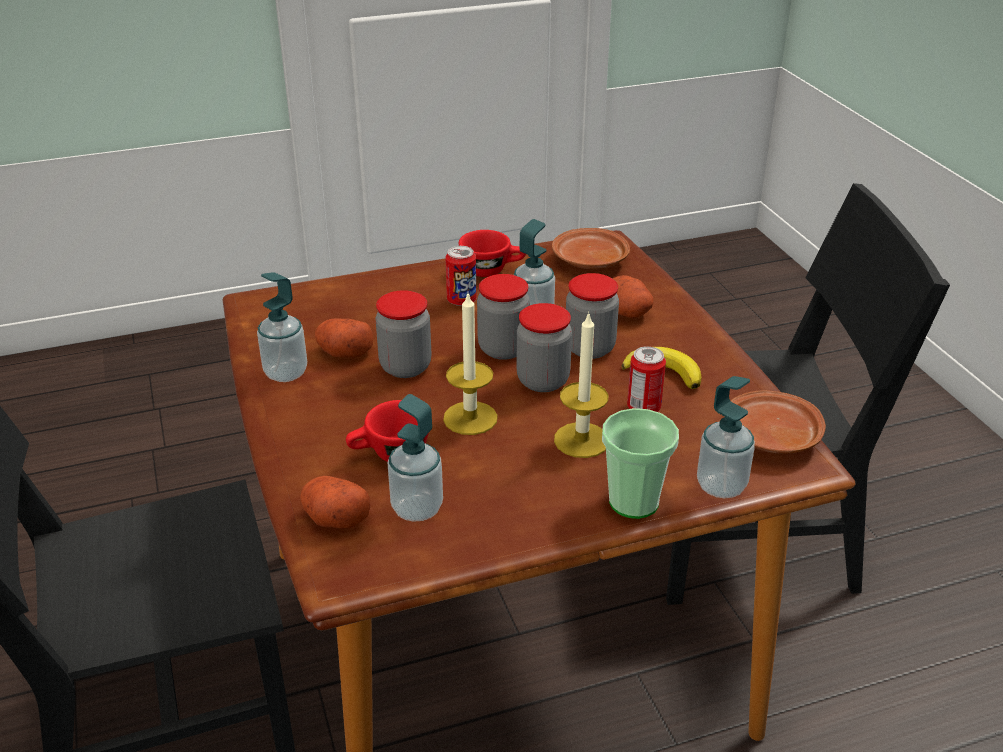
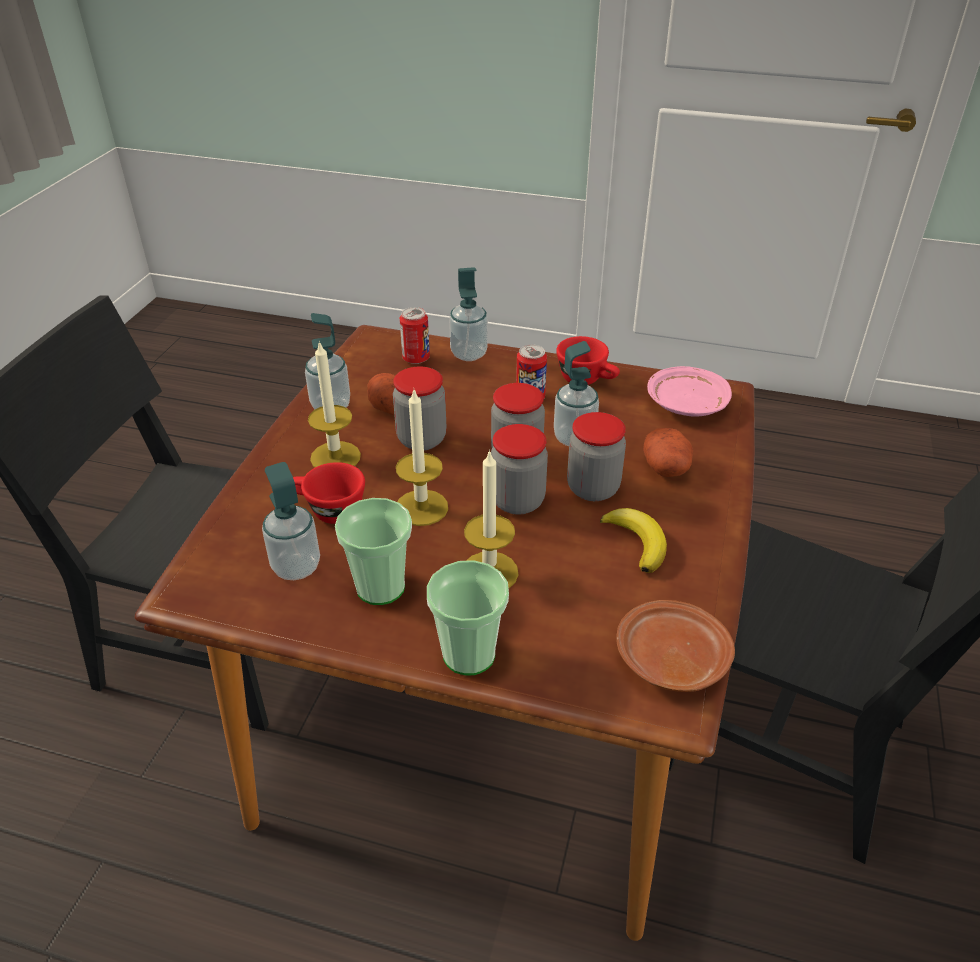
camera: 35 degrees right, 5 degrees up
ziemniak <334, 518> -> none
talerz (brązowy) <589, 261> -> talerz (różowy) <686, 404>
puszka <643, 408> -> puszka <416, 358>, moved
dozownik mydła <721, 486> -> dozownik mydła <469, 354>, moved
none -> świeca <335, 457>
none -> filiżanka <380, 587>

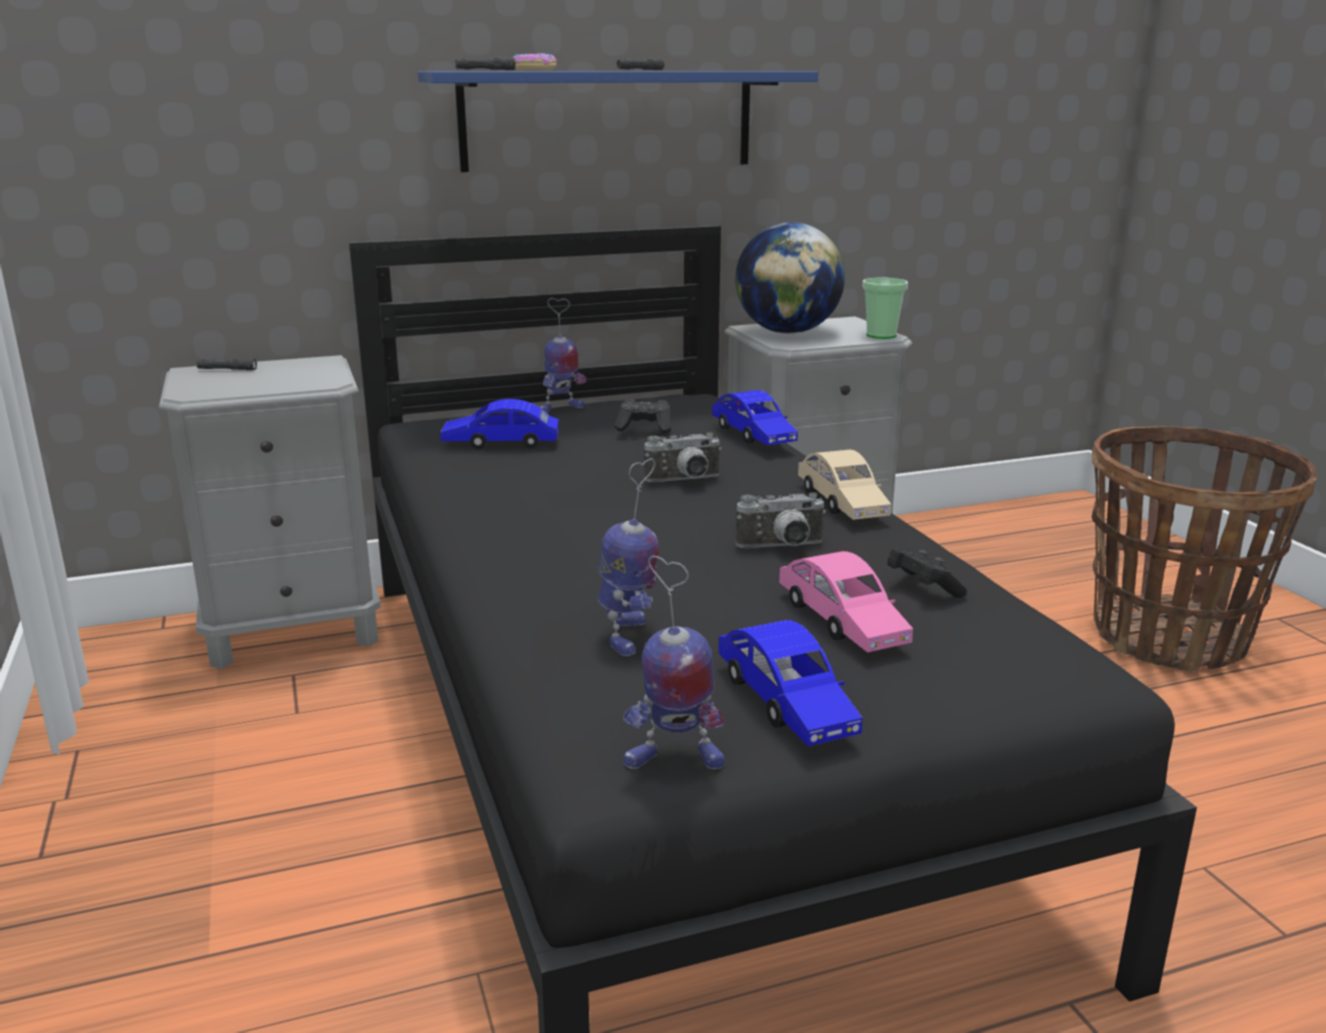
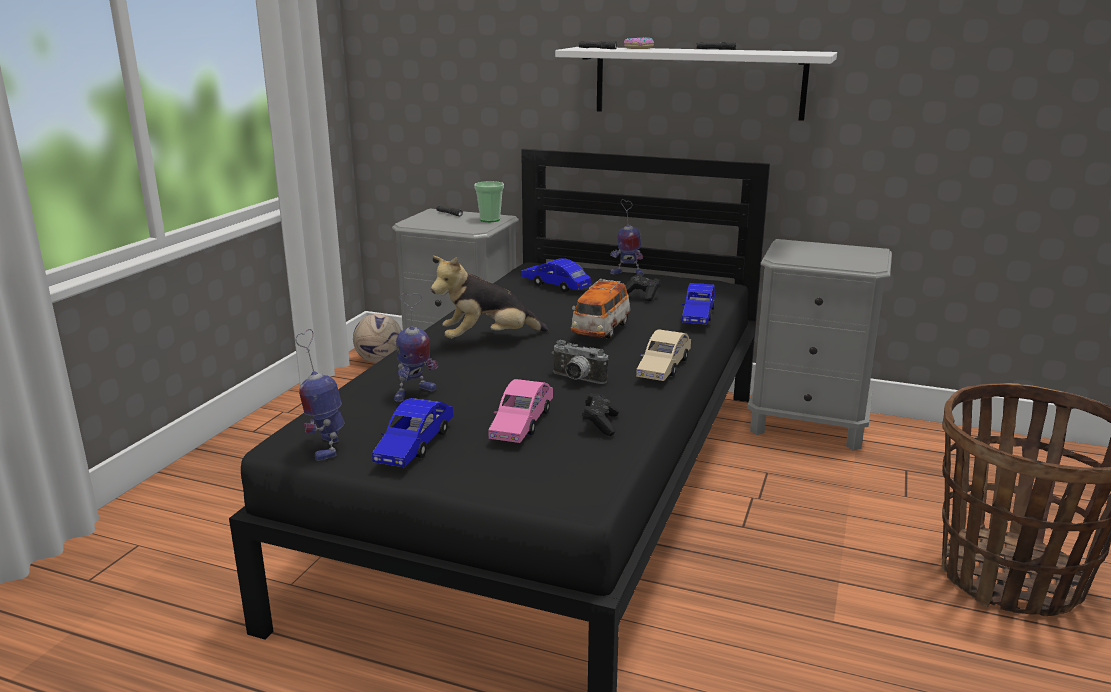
camera: 40 degrees right, 0 degrees up
półka (niebieski) <608, 120> -> półka (biały) <698, 82>
robot zabawkowy <673, 760> -> robot zabawkowy <326, 447>, 45 degrees clockwise
aparat fotograficzny <685, 481> -> samochodzik <600, 330>
globus <787, 332> -> none
filiżanka <881, 335> -> filiżanka <490, 220>, moved
none -> piłka futbolowa <379, 360>
none -> pluszak <487, 340>

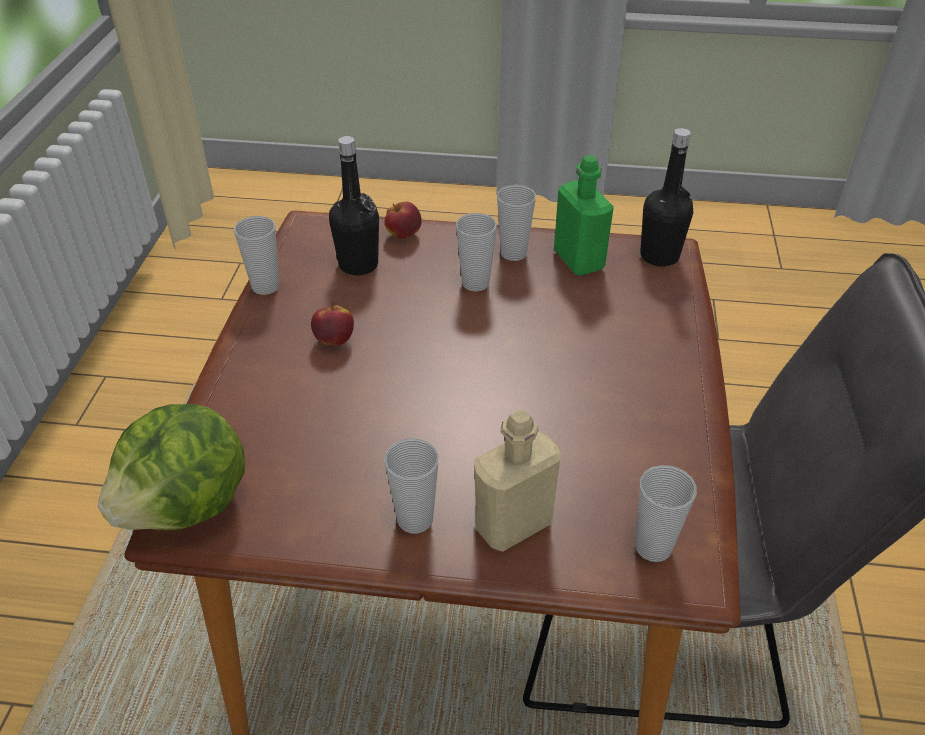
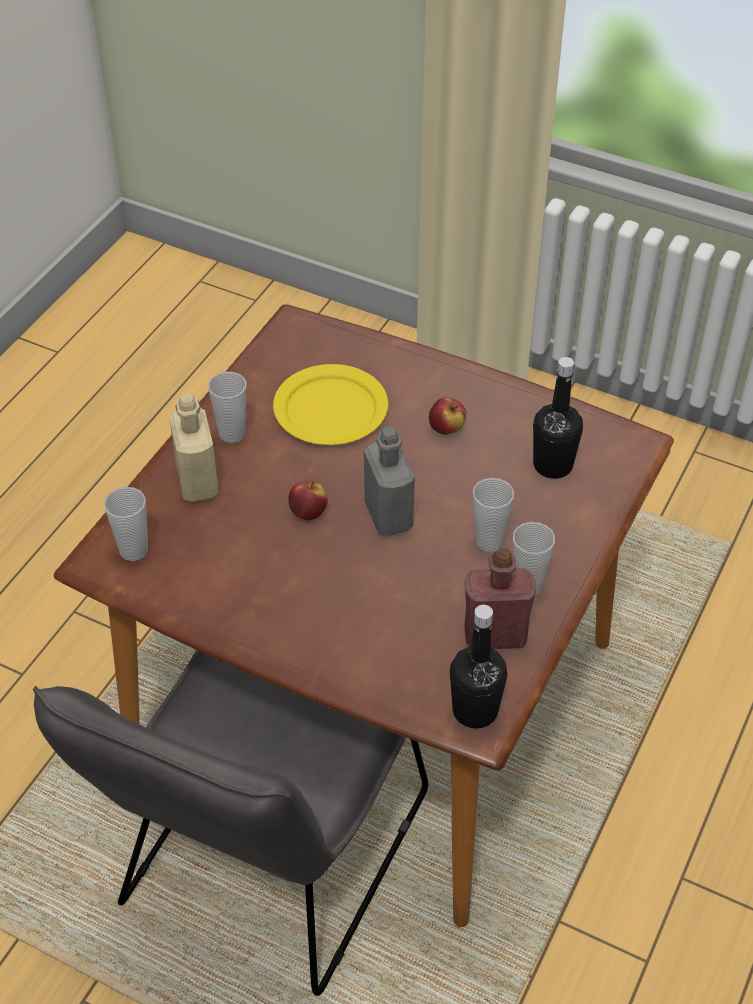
camera: 110 degrees right, 5 degrees up
sałata <188, 506> -> none
filiżanka <265, 286> -> none
jabłko <403, 234> -> jabłko <308, 513>, moved
butelka (zielony) <578, 260> -> butelka (czerwony) <495, 636>
none -> talerz (żółty) <331, 409>
none -> butelka (szary) <388, 516>

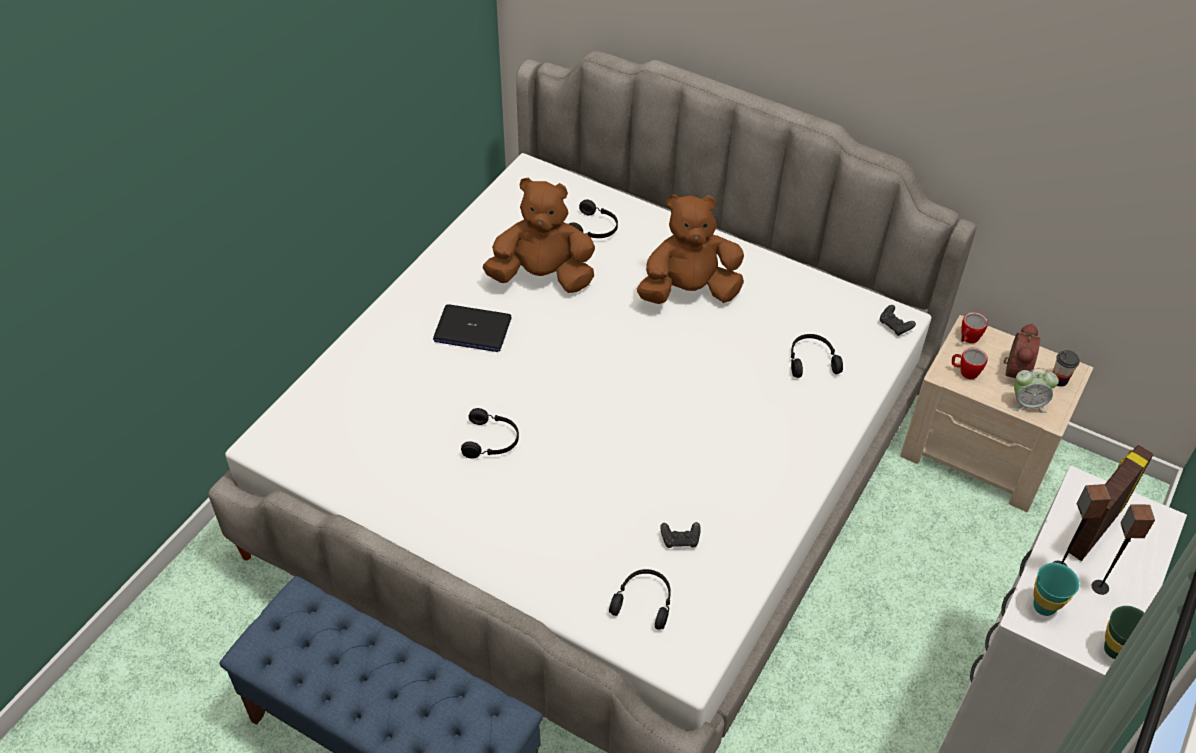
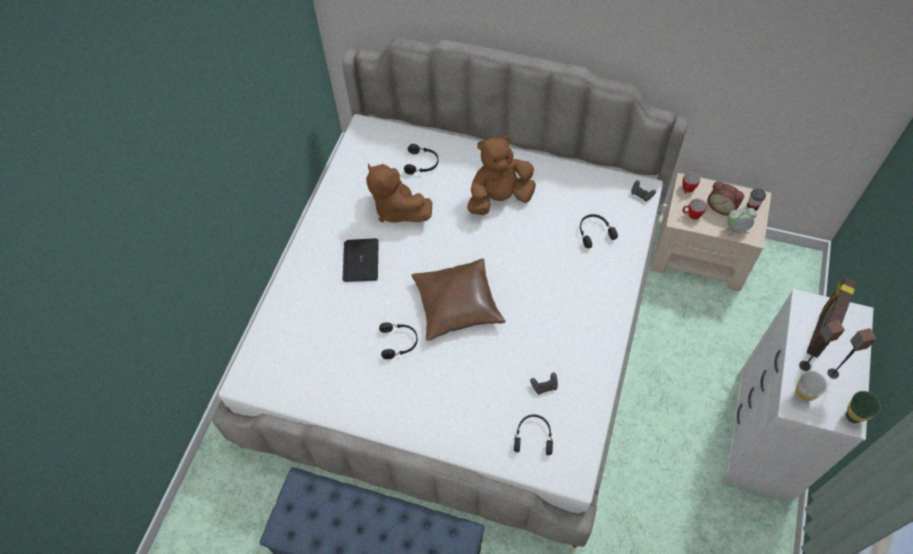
camera: 10 degrees left, 10 degrees up
laptop <472, 330> -> laptop <361, 260>, 90 degrees clockwise
pluszak (brązowy) <542, 277> -> pluszak (brązowy) <397, 209>, 120 degrees counterclockwise
budzik <1013, 371> -> budzik <722, 207>, 120 degrees clockwise
filiżanka (turkusowy) <1044, 606> -> filiżanka (biały) <802, 396>
none -> poduszka (brązowy) <457, 304>

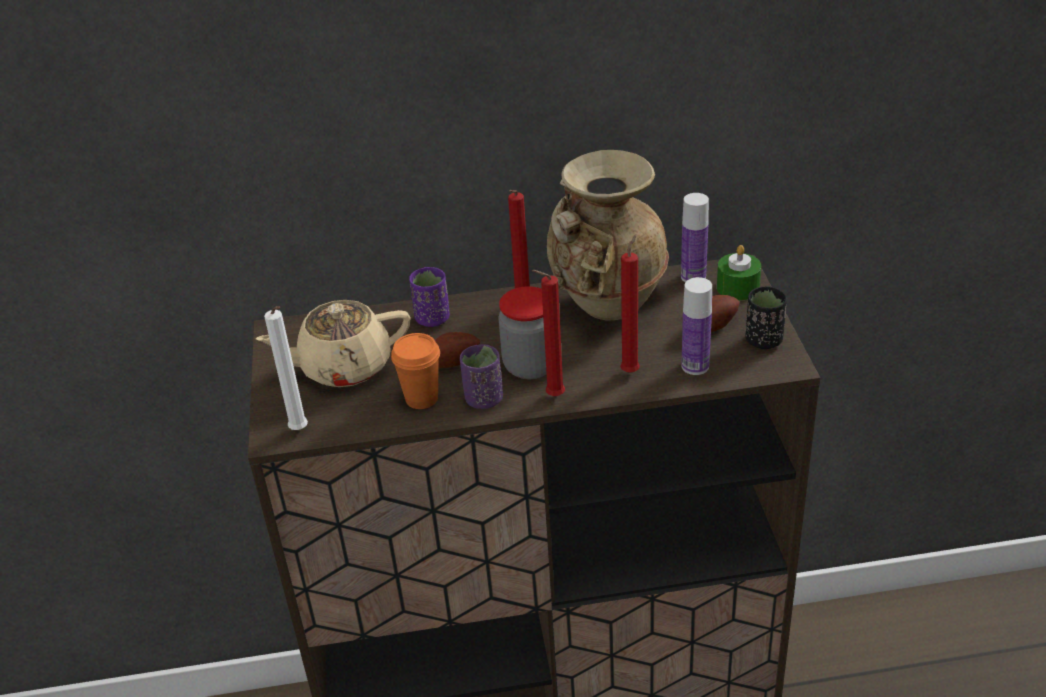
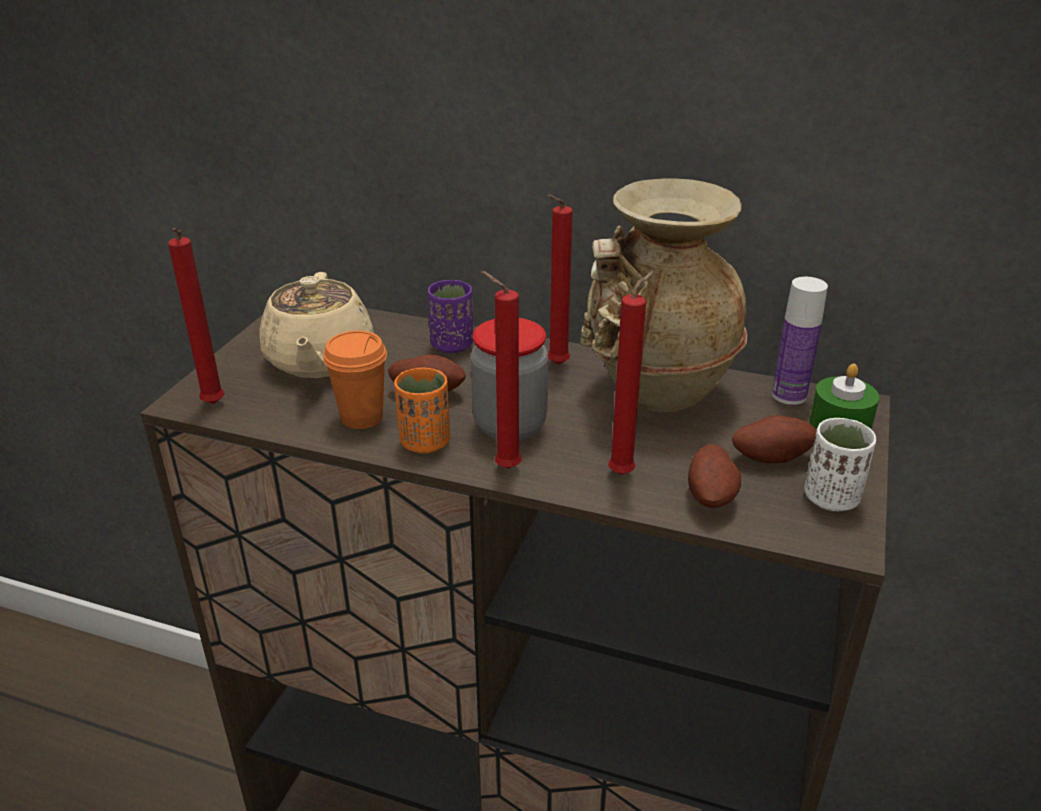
camera: 25 degrees right, 5 degrees down
imbryk (beżowy) <343, 367> -> imbryk (beżowy) <319, 360>, 105 degrees counterclockwise
świeca (biały) <300, 431> -> świeca (czerwony) <213, 406>
filiżanka (fioletowy) <484, 399> -> filiżanka (pomarańczowy) <425, 442>
butelka <695, 366> -> ziemniak <711, 496>
filiżanka (czarny) <764, 340> -> filiżanka (biały) <831, 498>

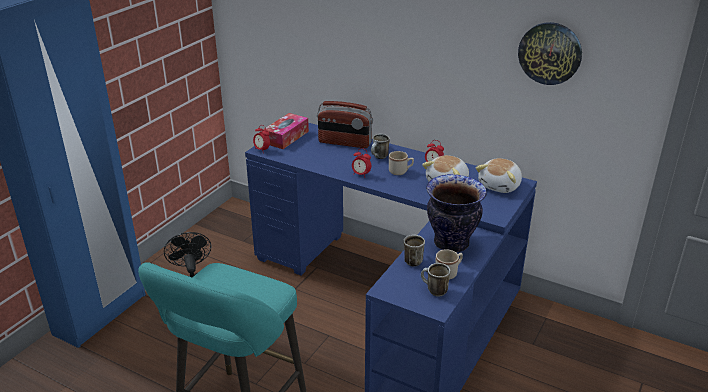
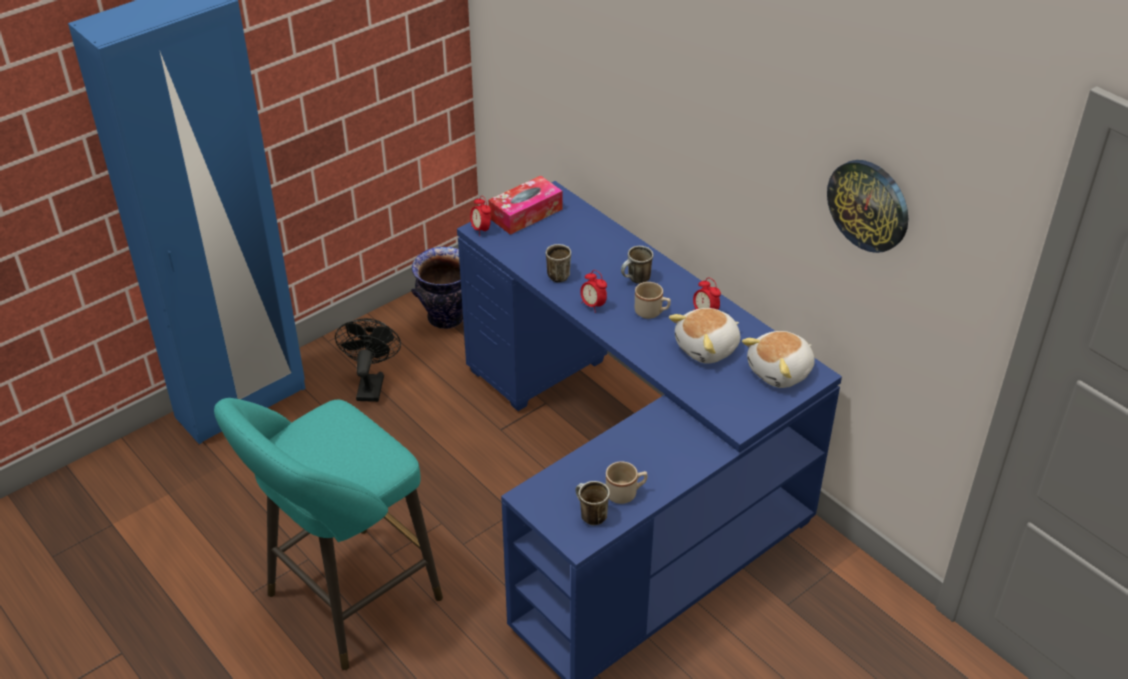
camera: 20 degrees right, 10 degrees up
radio <344, 143> -> none
kubek <412, 260> -> kubek <559, 274>, moved
wazon <452, 244> -> wazon <446, 318>, moved

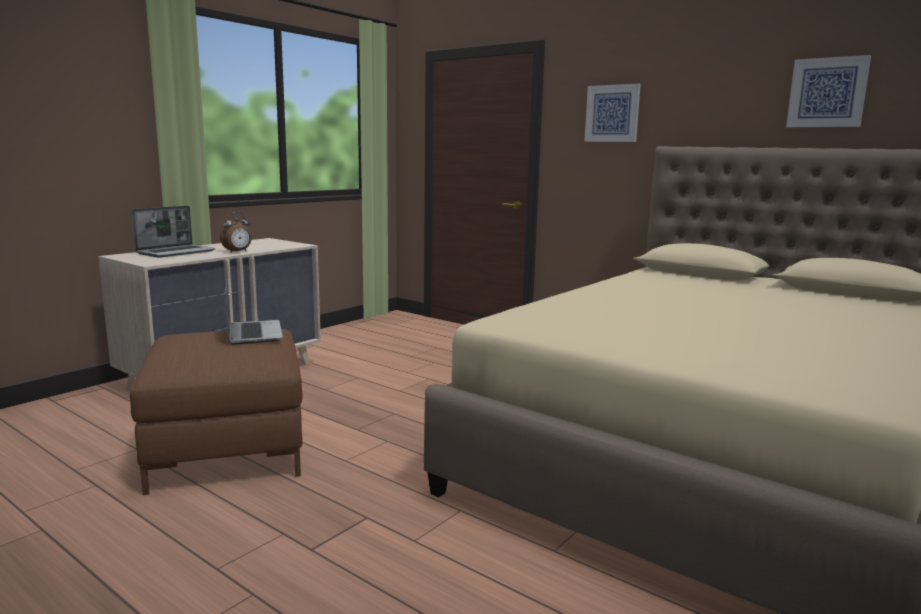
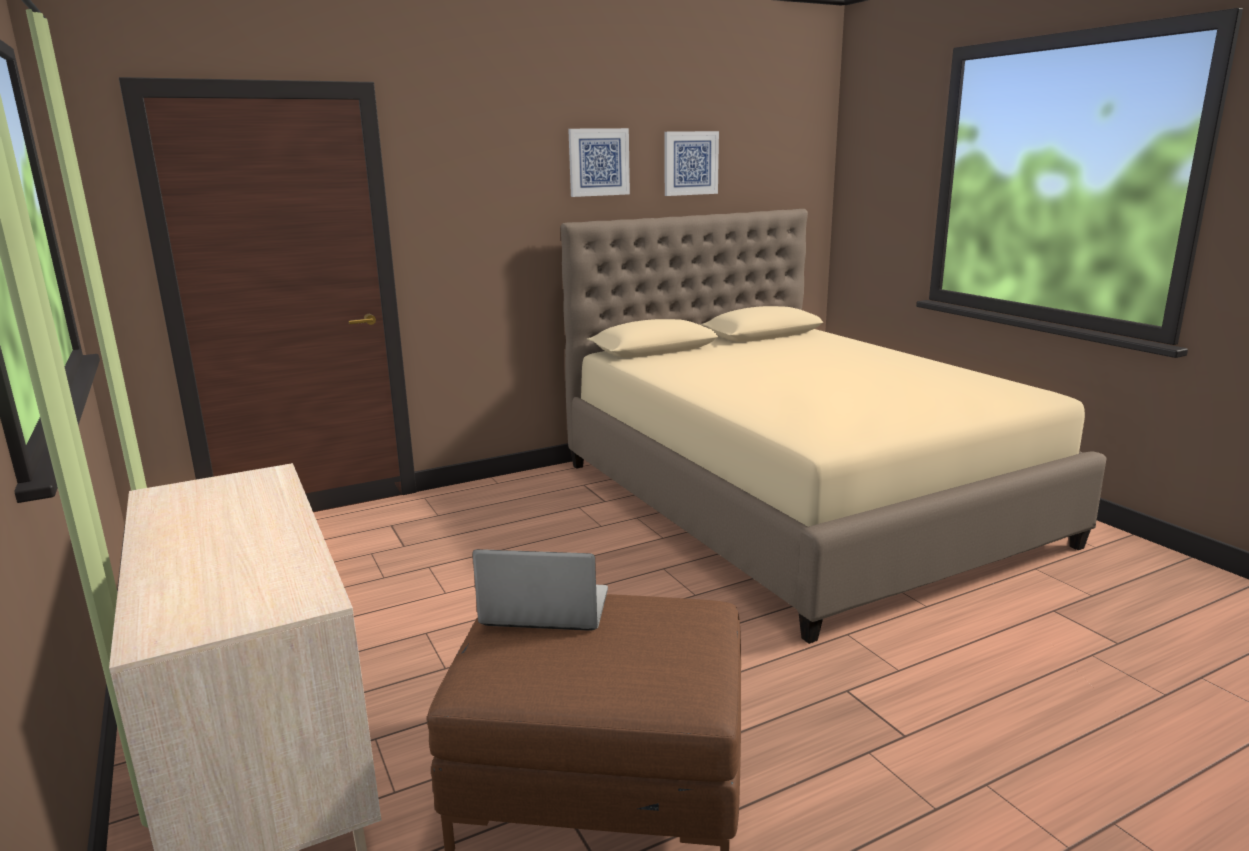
camera: 65 degrees left, 5 degrees up
laptop <176, 252> -> none
budzik <238, 252> -> none
obraz <612, 113> -> obraz <598, 162>, moved

